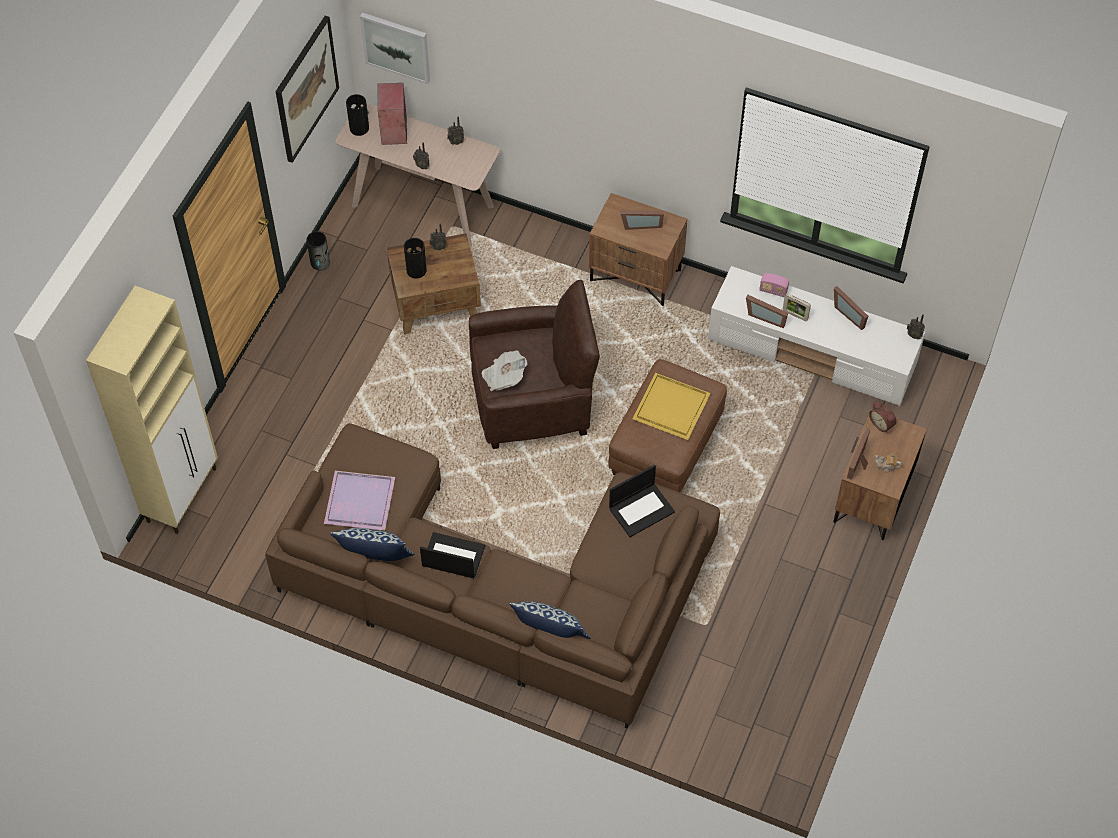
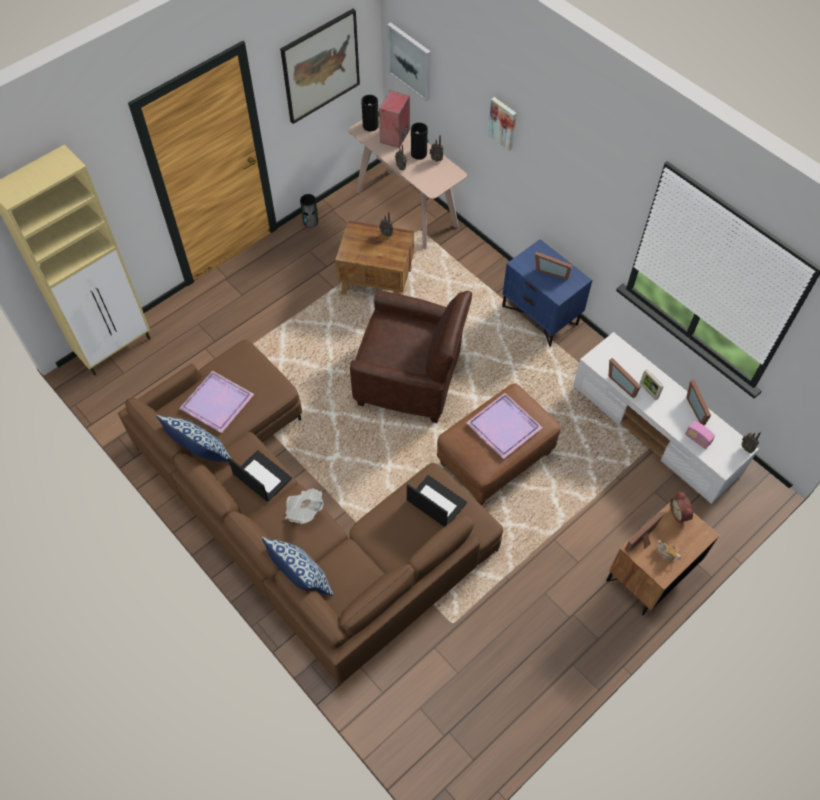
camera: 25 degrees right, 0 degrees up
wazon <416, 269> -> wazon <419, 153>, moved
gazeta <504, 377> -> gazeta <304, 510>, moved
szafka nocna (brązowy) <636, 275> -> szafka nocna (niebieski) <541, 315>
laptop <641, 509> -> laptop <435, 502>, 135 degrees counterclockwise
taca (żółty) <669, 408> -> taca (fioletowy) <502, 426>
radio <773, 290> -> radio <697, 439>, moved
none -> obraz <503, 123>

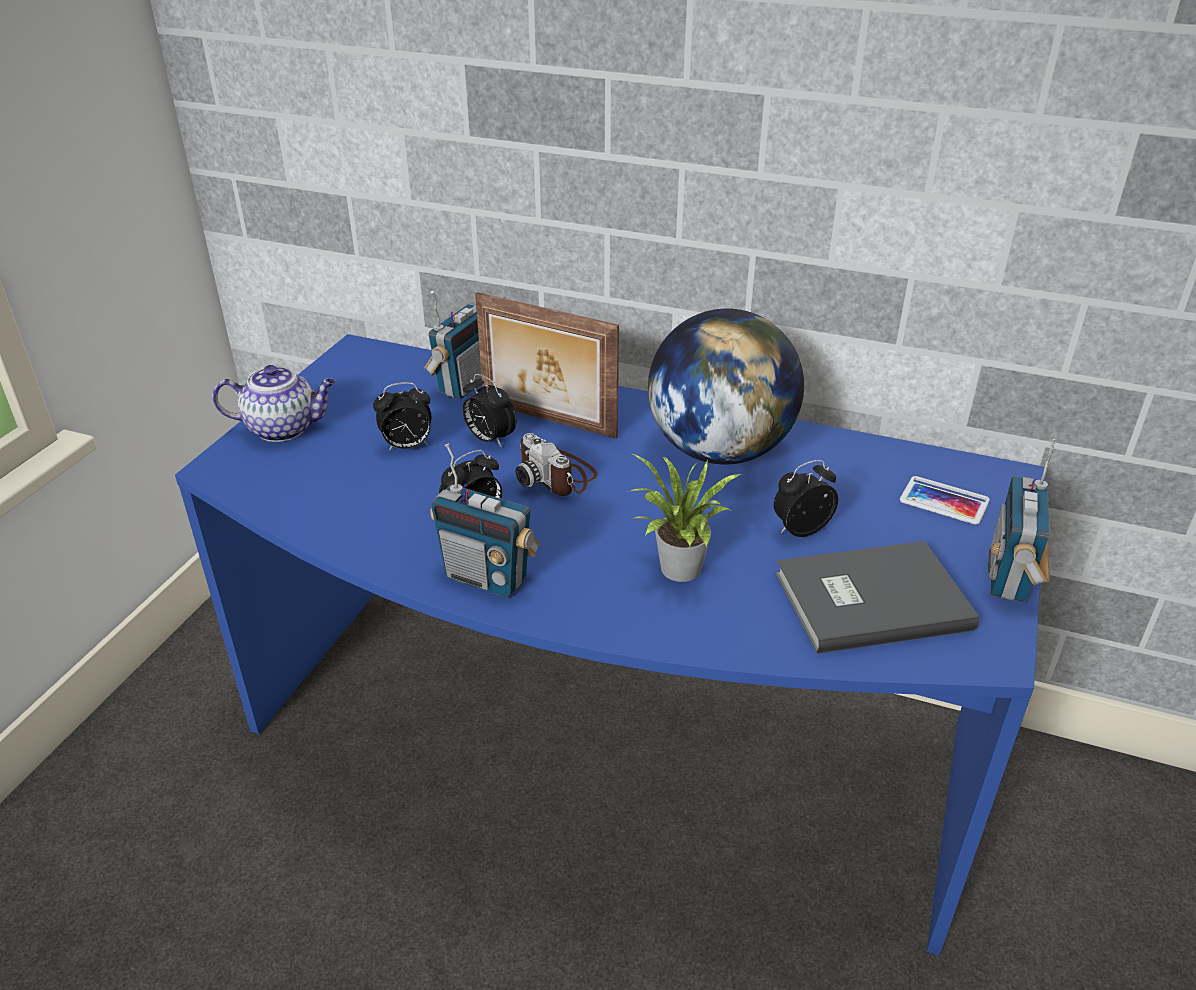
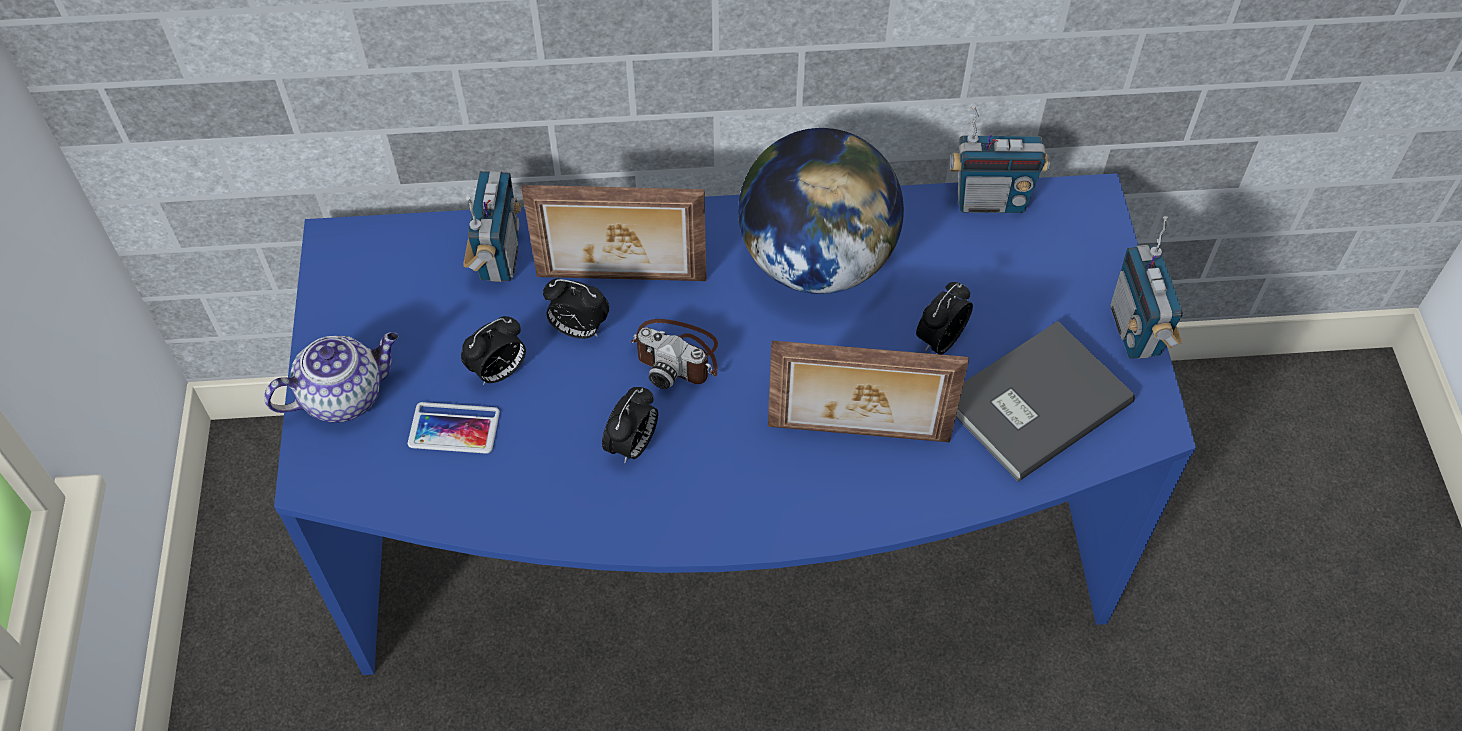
camera: 25 degrees left, 20 degrees up
radio <487, 577> -> radio <990, 201>, moved
roślina doniczkowa <678, 572> -> ramka na zdjęcie <858, 435>
telefon <944, 501> -> telefon <454, 428>, moved

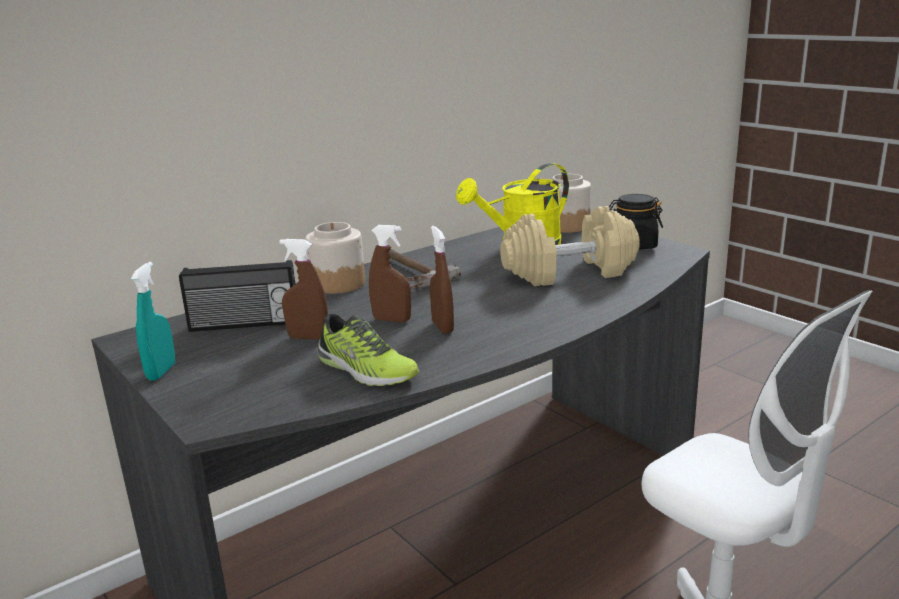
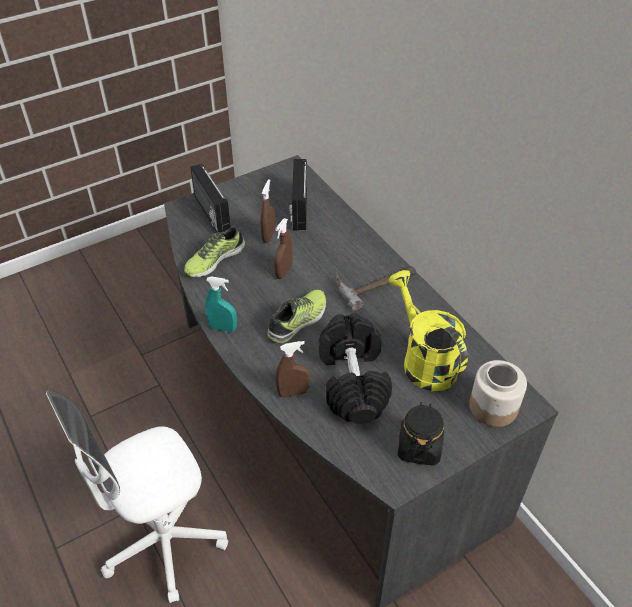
camera: 95 degrees right, 25 degrees up
spryskiwacz (turkusowy) <161, 372> -> spryskiwacz (turkusowy) <223, 328>, moved
słoik <338, 284> -> none
spryskiwacz (brązowy) <442, 327> -> spryskiwacz (brązowy) <293, 392>, moved
hantel (beżowy) <569, 272> -> hantel (czarny) <353, 381>
none -> radio <211, 213>
none -> but <299, 321>

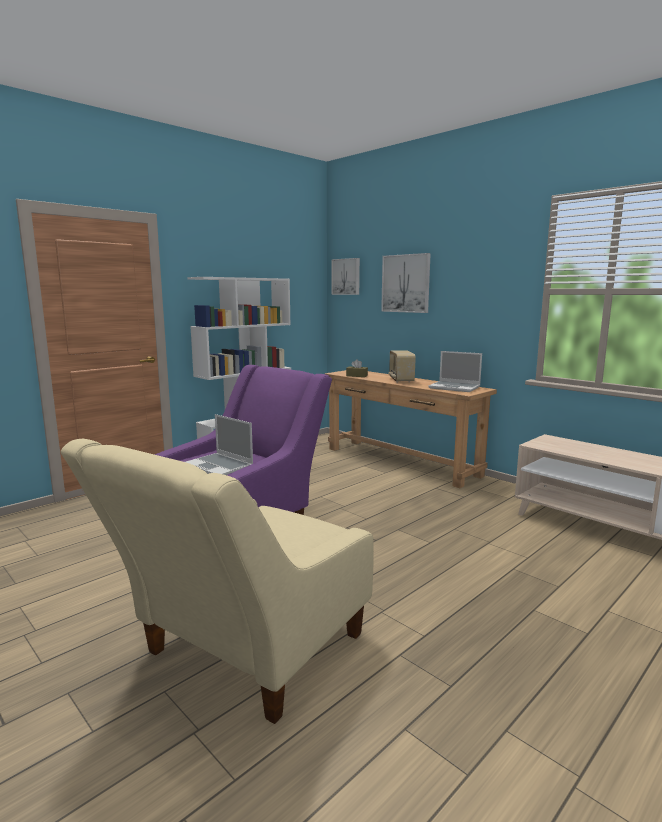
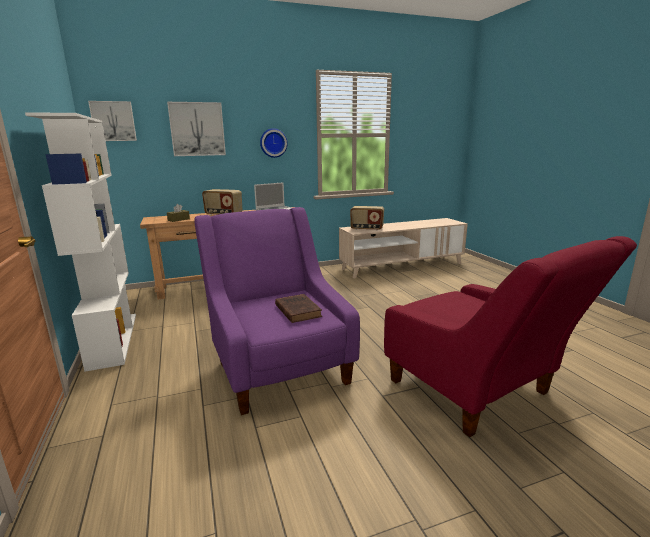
camera: 65 degrees left, 5 degrees up
fotel (beżowy) <243, 654> -> fotel (czerwony) <478, 394>
laptop <220, 466> -> książka (brązowy) <297, 310>
none -> zegar ścienny <273, 143>
none -> radio <366, 229>

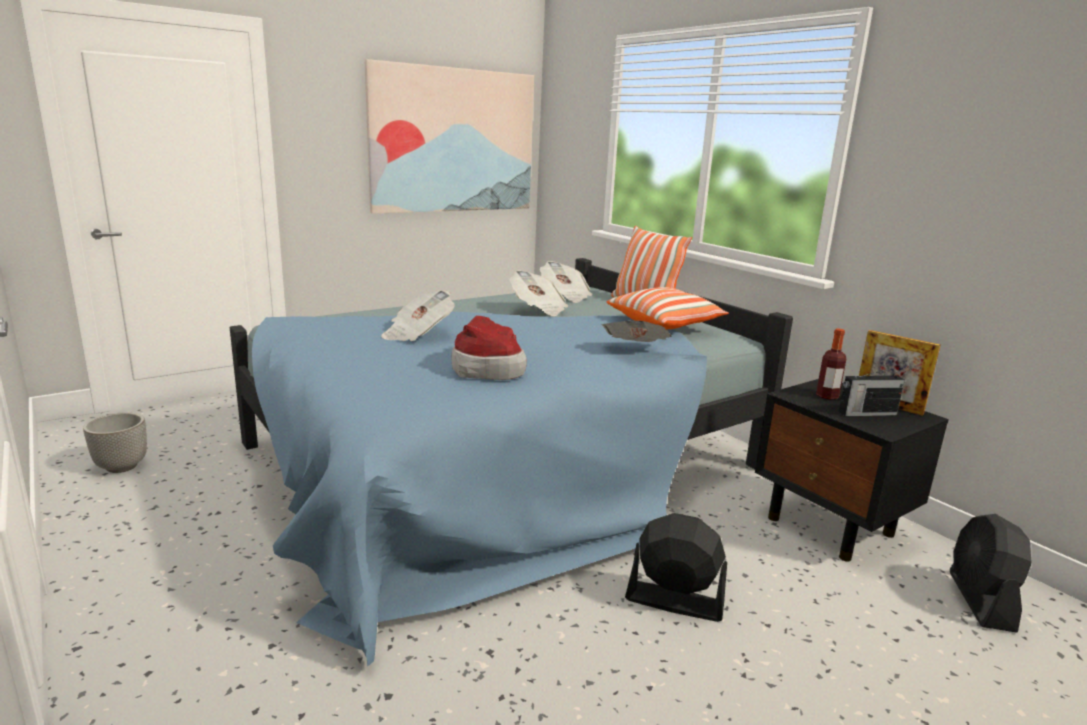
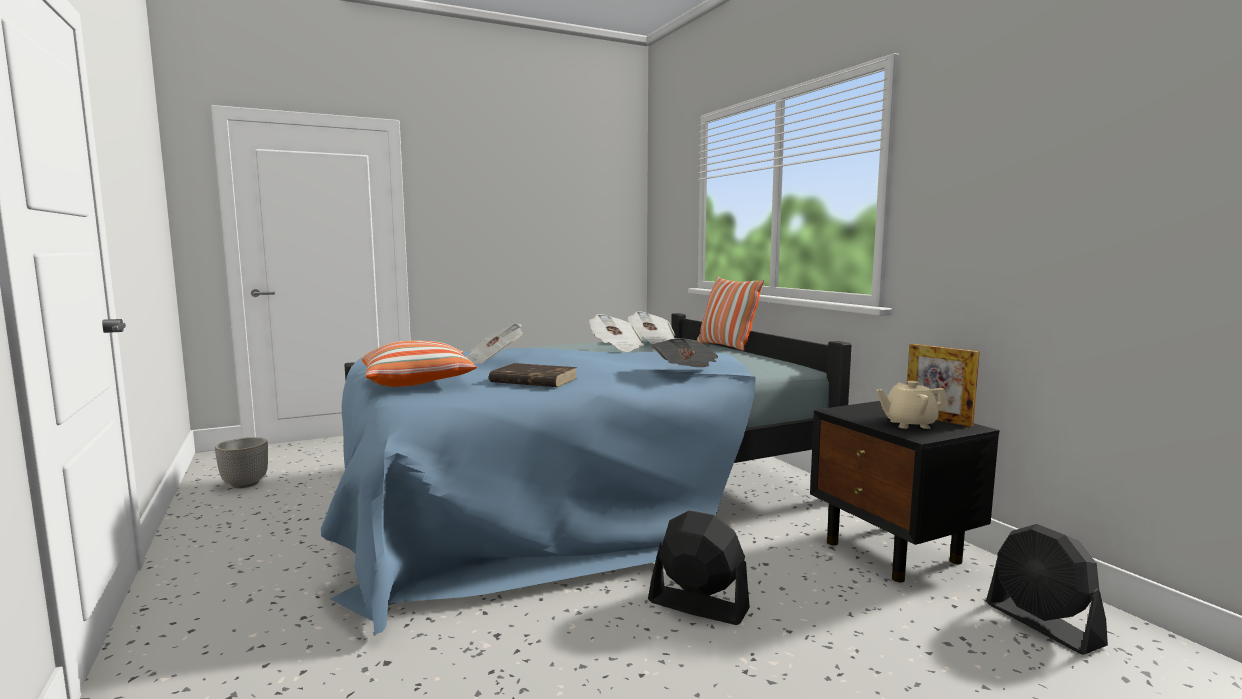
camera: 10 degrees right, 10 degrees down
obraz <453, 141> -> none
kapelusz <486, 368> -> książka (brązowy) <533, 380>
poduszka <665, 323> -> poduszka <418, 382>, moved
butelka <827, 396> -> none
radio <866, 413> -> imbryk (beżowy) <909, 424>
wentylator (czarny) <980, 601> -> wentylator (czarny) <1043, 624>, 45 degrees counterclockwise

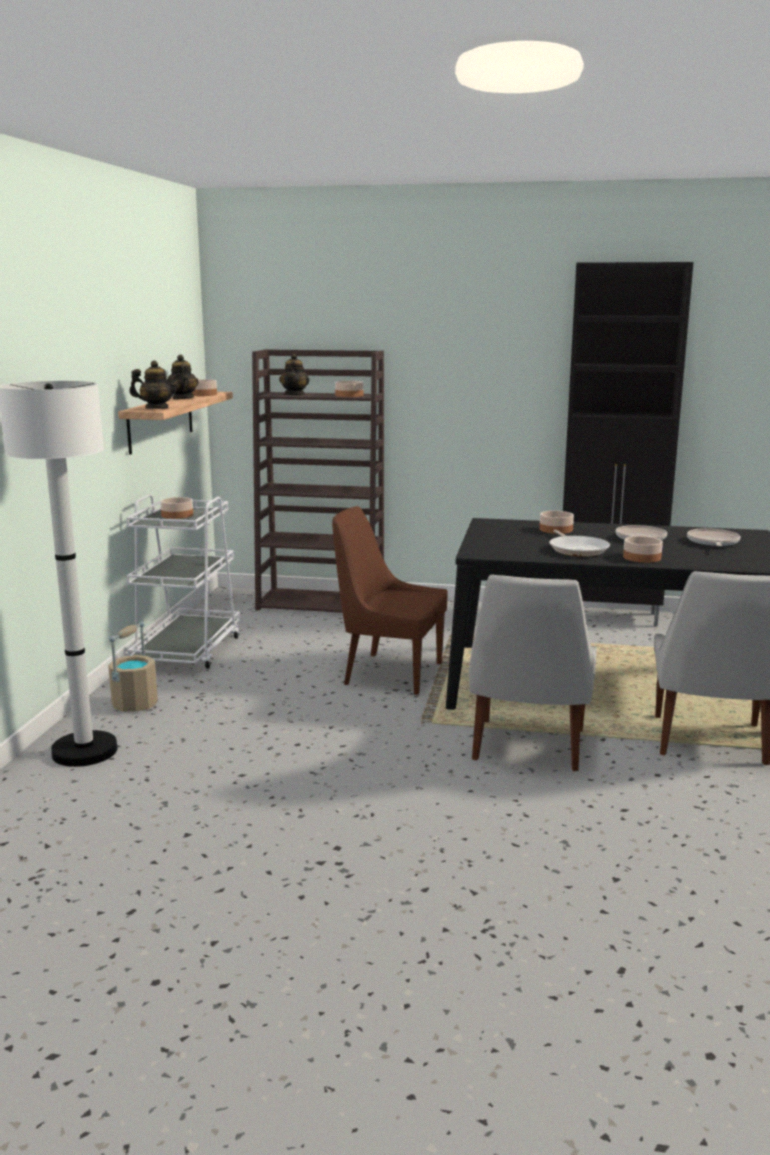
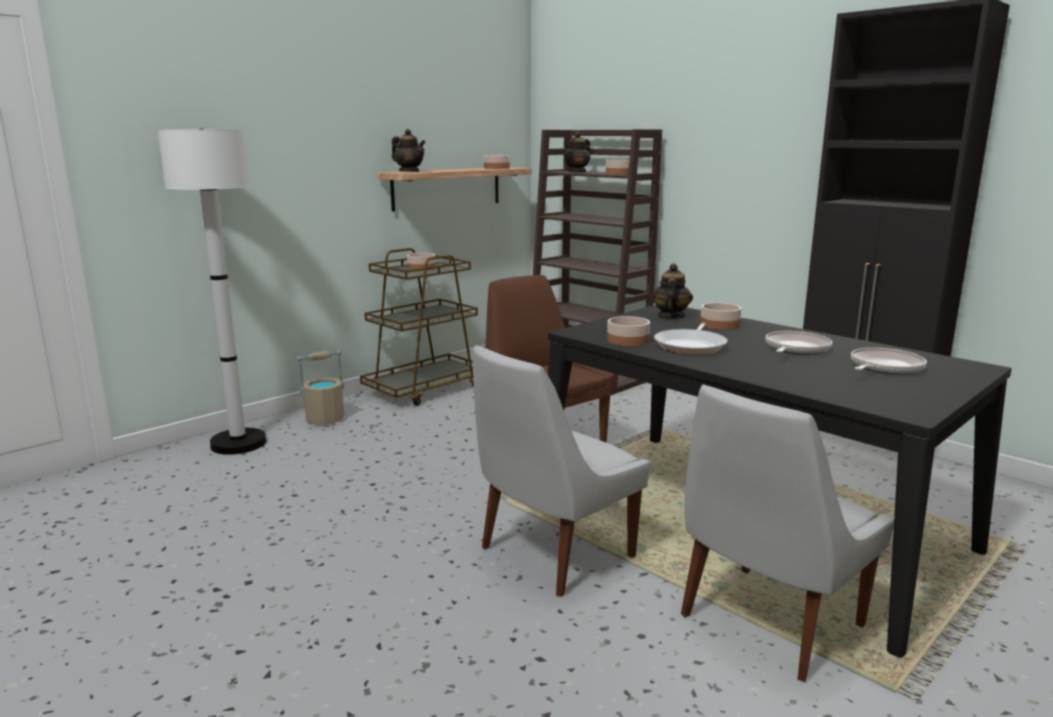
camera: 35 degrees right, 0 degrees up
wózek (biały) <188, 651> -> wózek (brązowy) <425, 389>
imbryk <182, 398> -> imbryk <670, 317>, moved
miska <641, 557> -> miska <627, 340>, moved

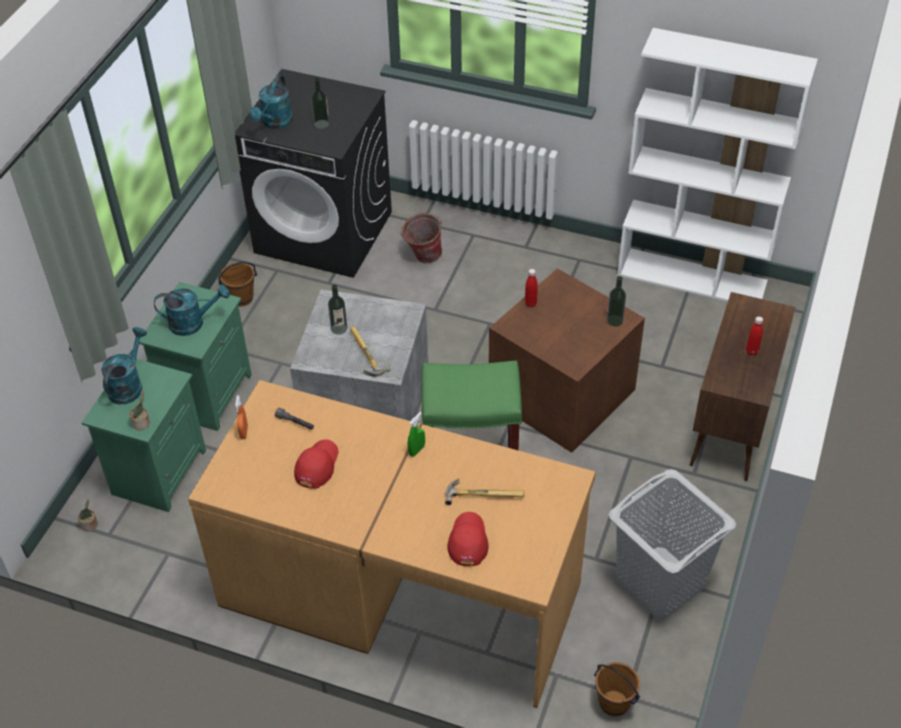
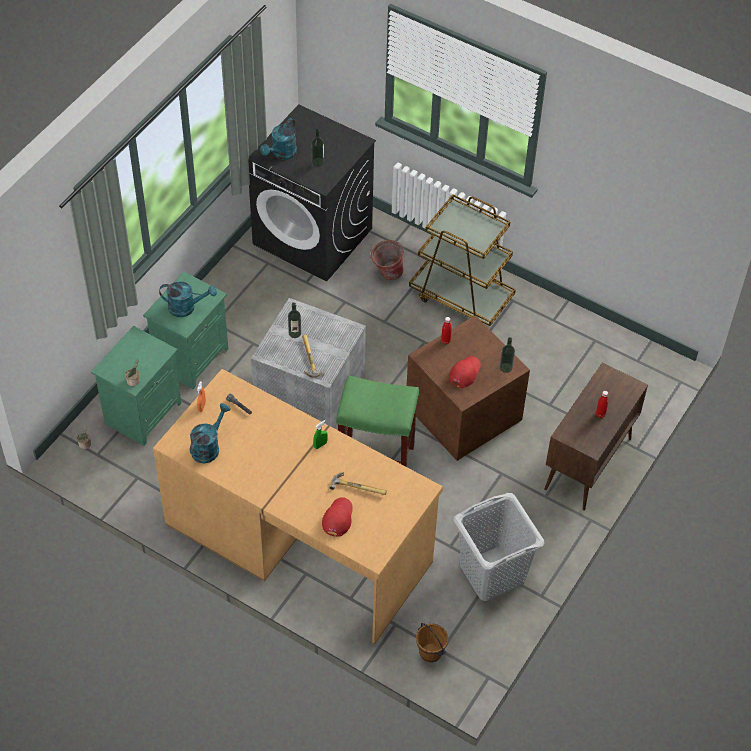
camera: 10 degrees right, 5 degrees up
konewka (turkusowy) <128, 385> -> konewka (turkusowy) <208, 447>, moved
wiadro (brązowy) <241, 298> -> none
czapka z daszkiem (czerwony) <317, 465> -> czapka z daszkiem (czerwony) <464, 372>, moved
regał (biały) <693, 278> -> none
none -> wózek (brązowy) <461, 296>

